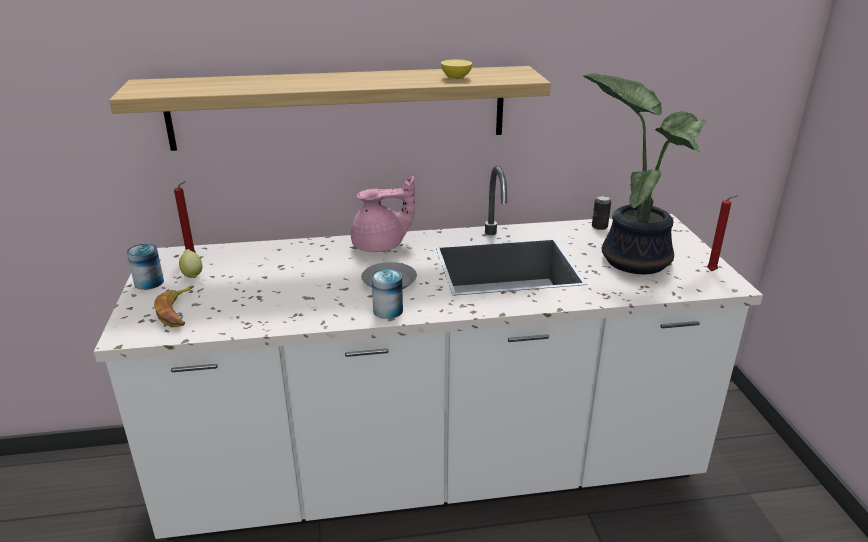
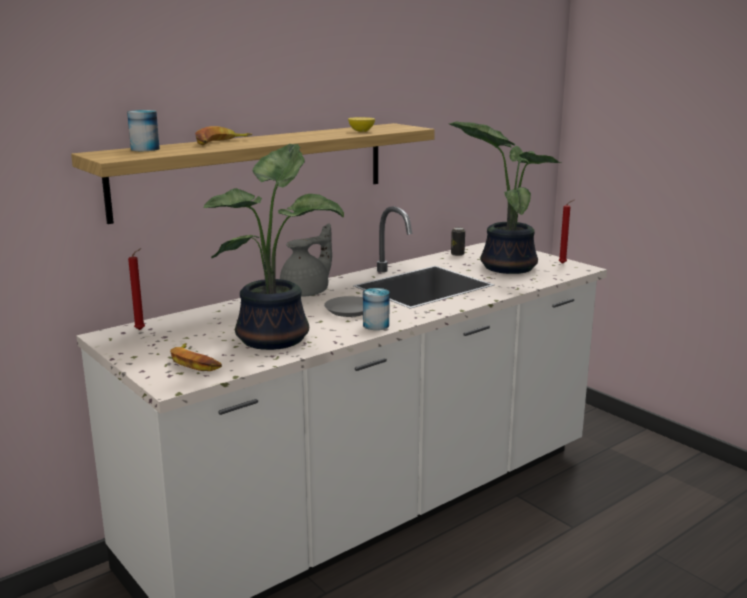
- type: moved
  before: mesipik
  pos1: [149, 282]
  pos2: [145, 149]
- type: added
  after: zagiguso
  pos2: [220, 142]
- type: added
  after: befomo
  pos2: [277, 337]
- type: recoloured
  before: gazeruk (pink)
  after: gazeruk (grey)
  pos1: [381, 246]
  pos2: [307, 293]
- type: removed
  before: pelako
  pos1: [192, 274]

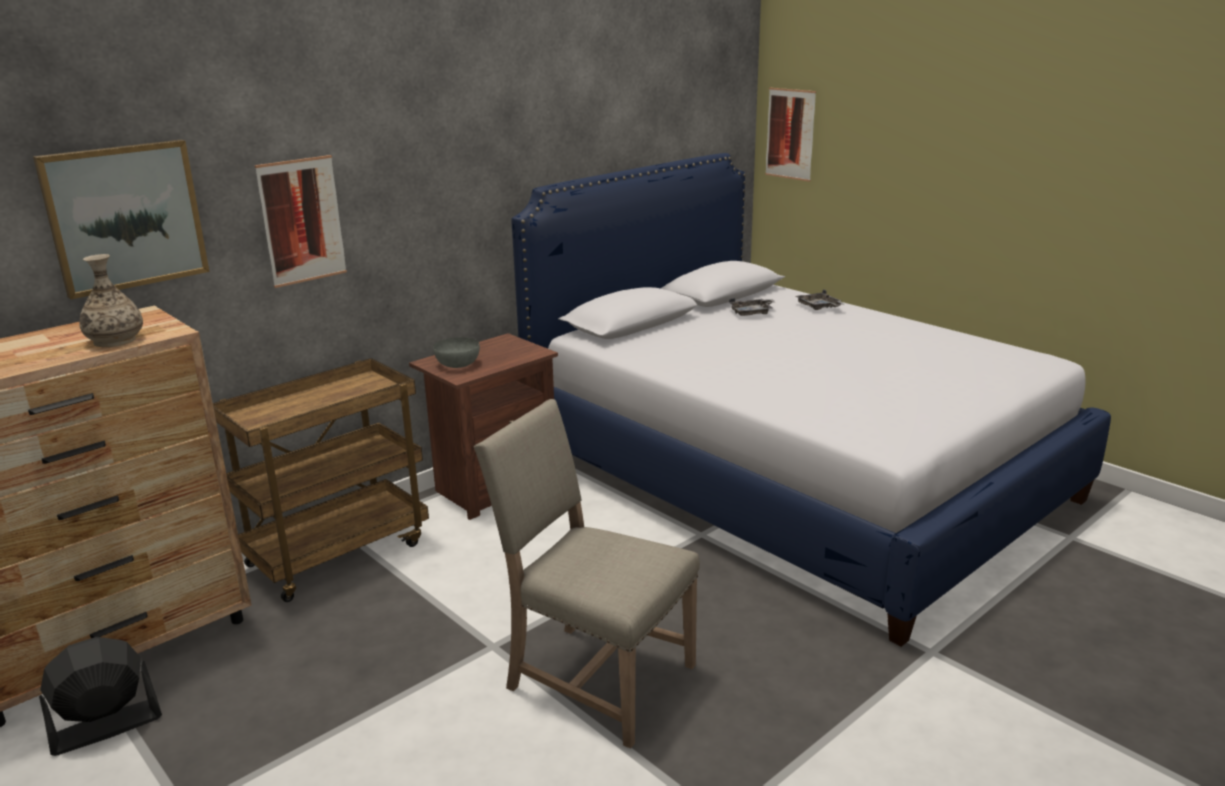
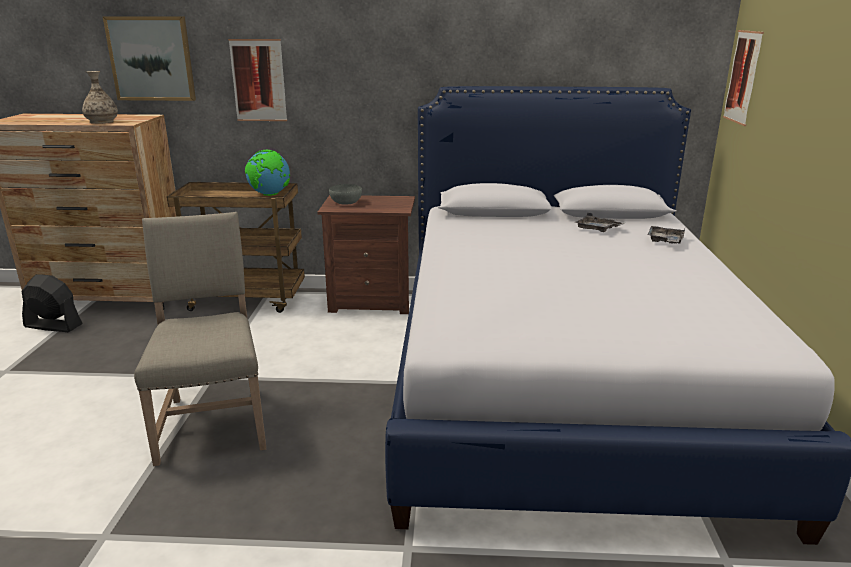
- type: added
  after: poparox
  pos2: [269, 195]

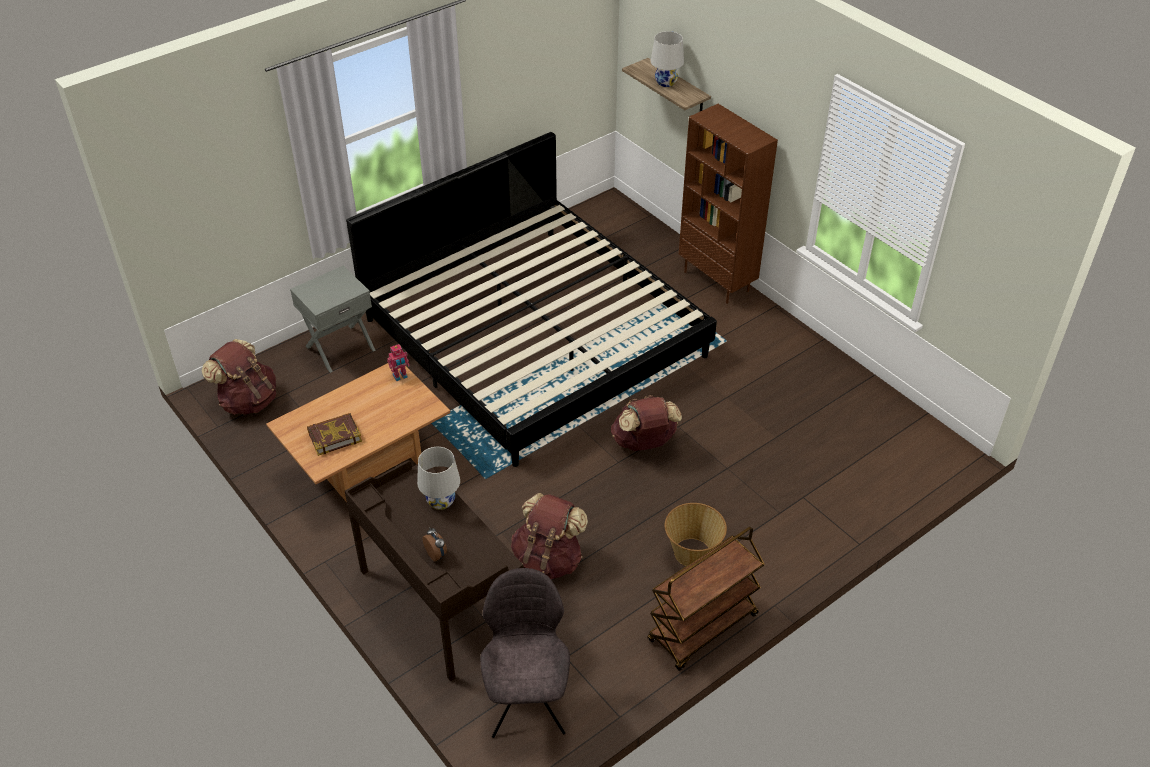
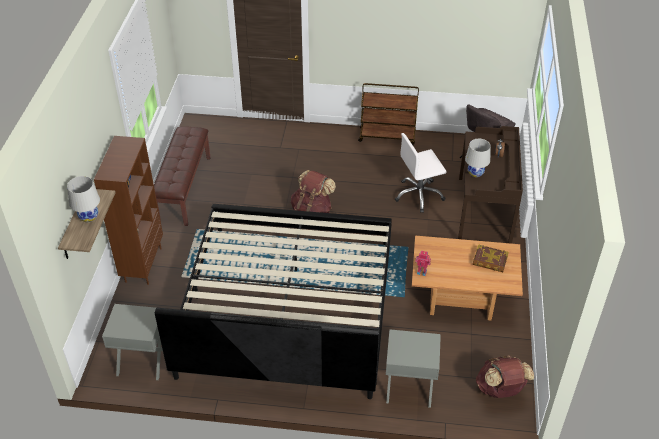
- type: added
  after: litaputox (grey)
  pos2: [142, 362]
- type: added
  after: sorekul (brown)
  pos2: [184, 189]
- type: replaced
  before: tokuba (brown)
  after: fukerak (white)
  pos1: [548, 560]
  pos2: [419, 195]
- type: removed
  before: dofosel
  pos1: [692, 553]

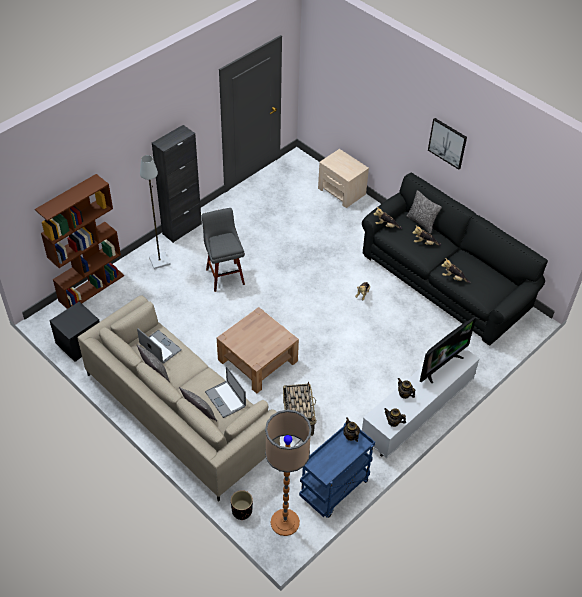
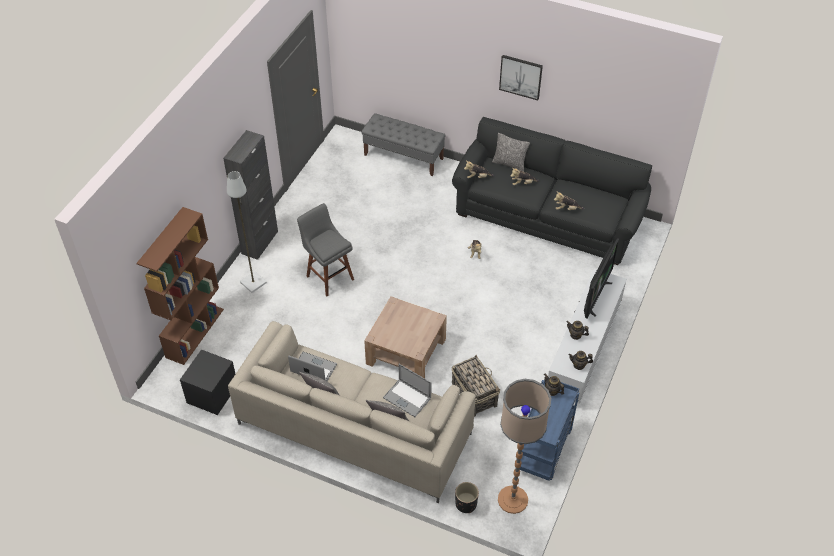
- type: replaced
  before: litaputox (beige)
  after: sorekul (grey)
  pos1: [342, 191]
  pos2: [404, 157]

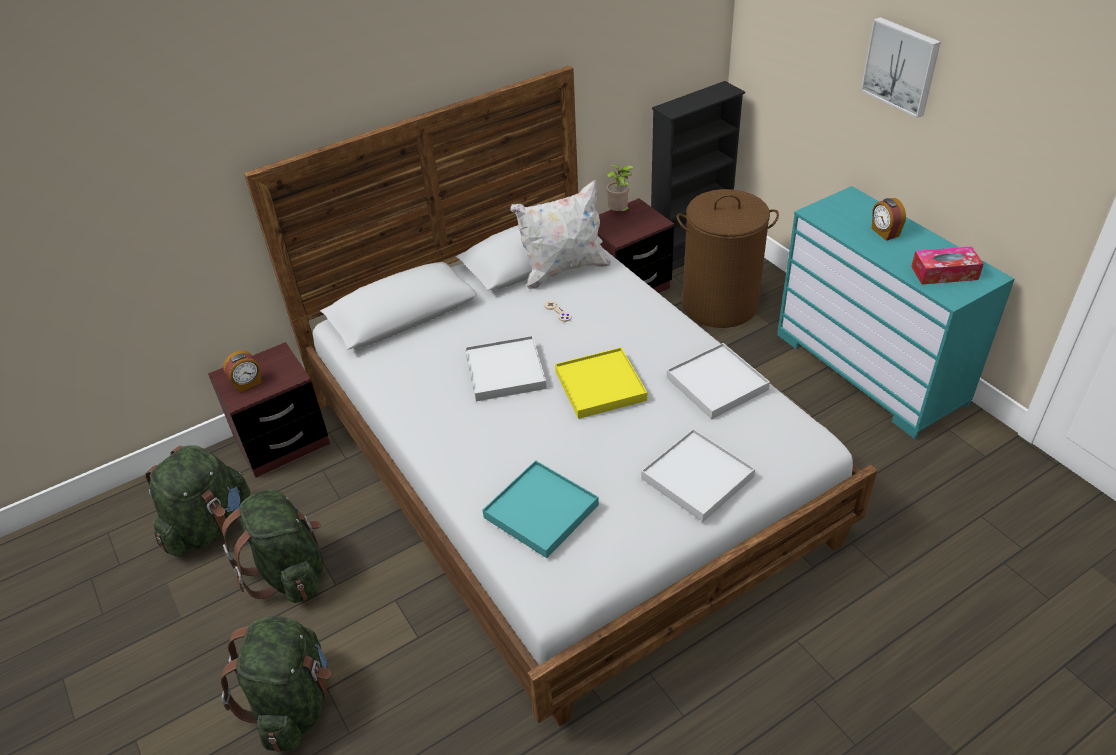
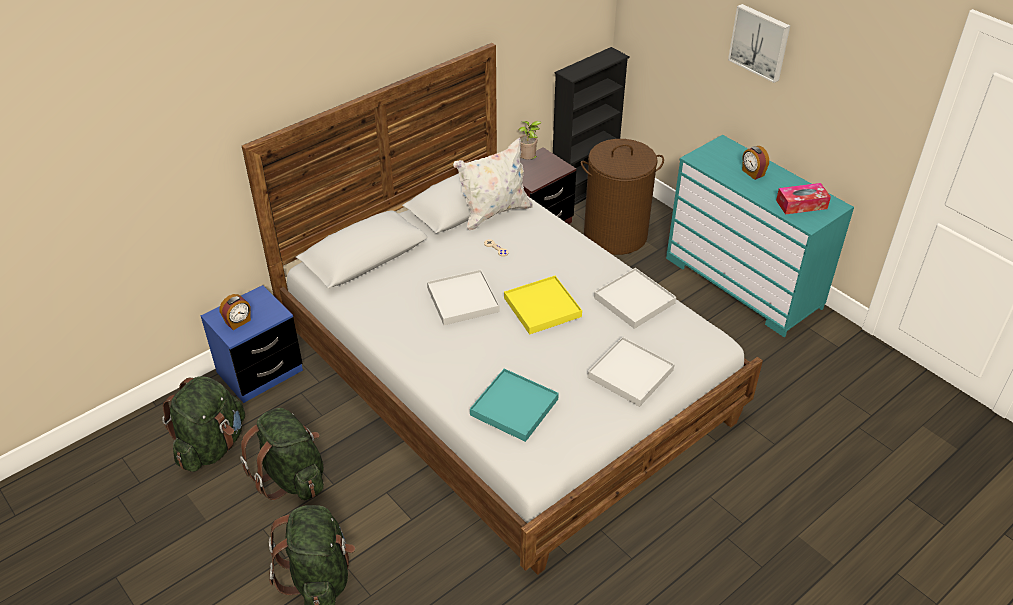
- type: recoloured
  before: litaputox (brown)
  after: litaputox (blue)
  pos1: [282, 442]
  pos2: [260, 372]

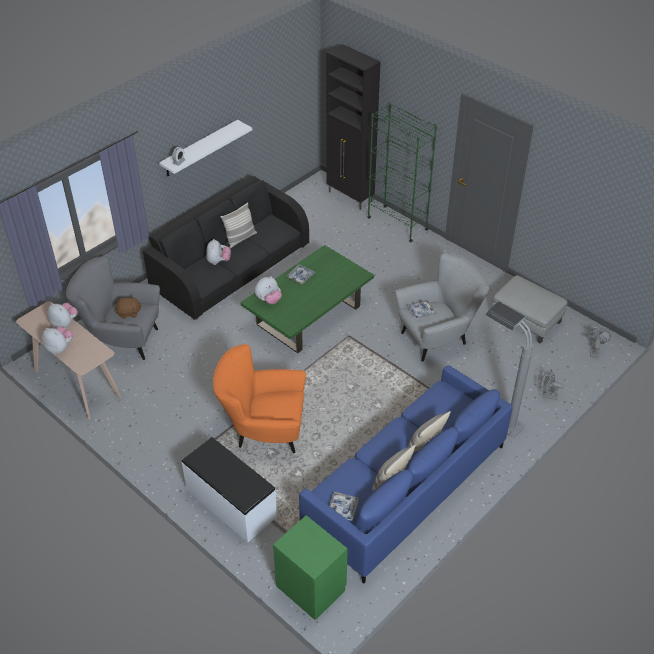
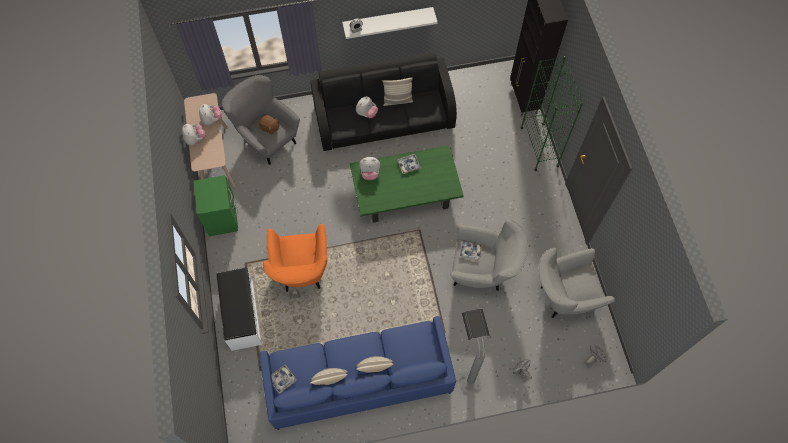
- type: moved
  before: litaputox (green)
  pos1: [311, 587]
  pos2: [222, 217]
- type: turned
  before: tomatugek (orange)
  pos1: [263, 432]
  pos2: [302, 273]
  turn: -135
- type: replaced
  before: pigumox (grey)
  after: tomatugek (grey)
  pos1: [525, 320]
  pos2: [563, 298]

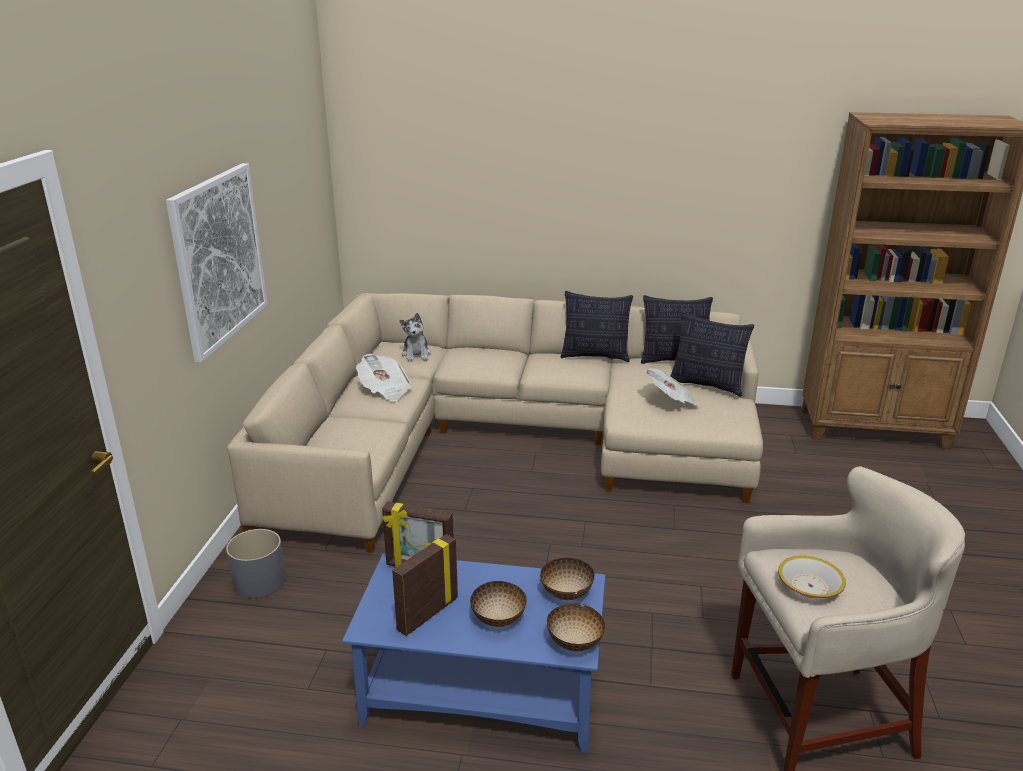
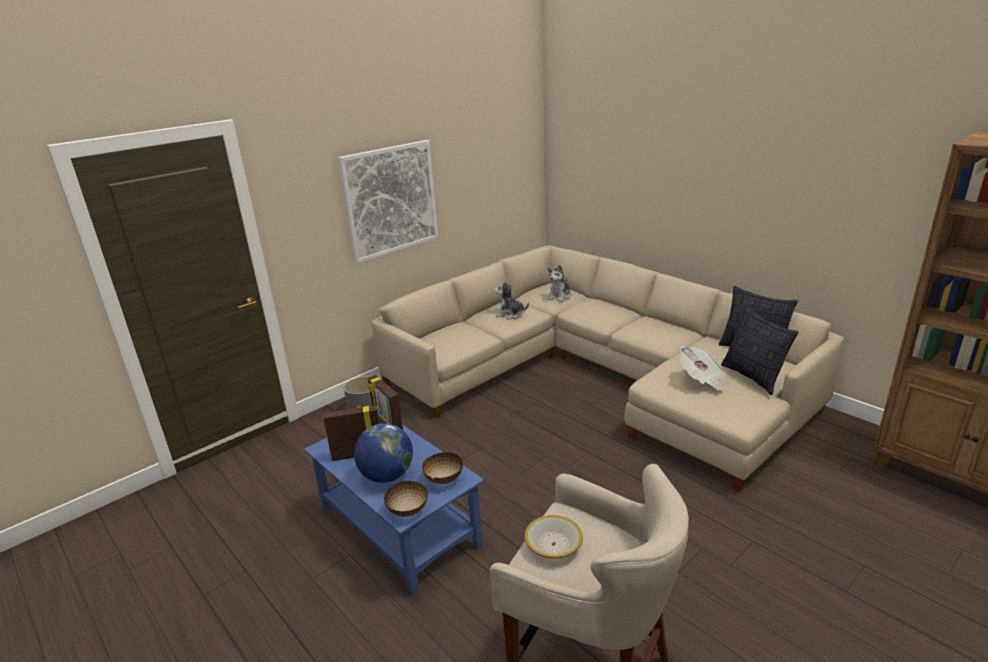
- type: replaced
  before: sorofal
  after: poparox
  pos1: [498, 620]
  pos2: [387, 475]
- type: replaced
  before: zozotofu
  after: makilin
  pos1: [385, 390]
  pos2: [510, 314]
- type: removed
  before: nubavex
  pos1: [595, 356]

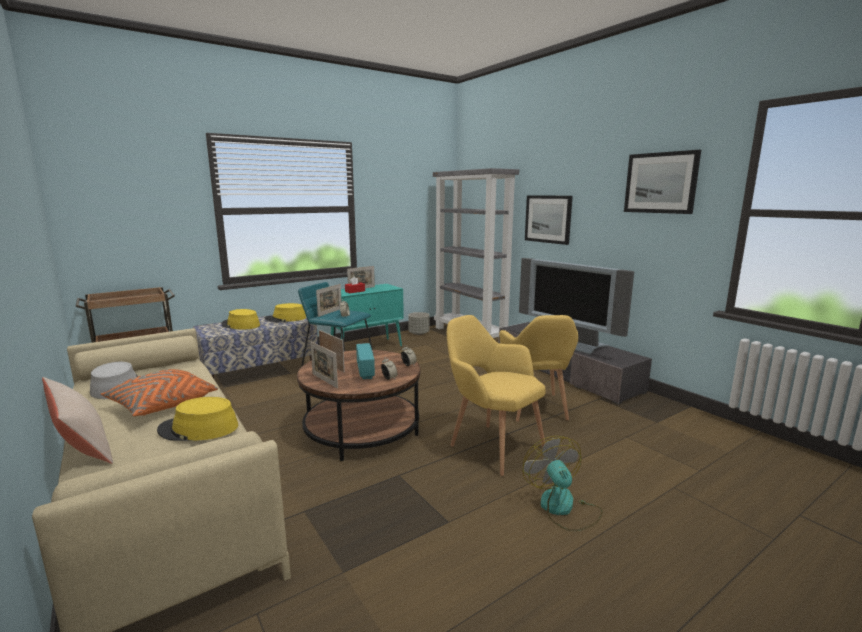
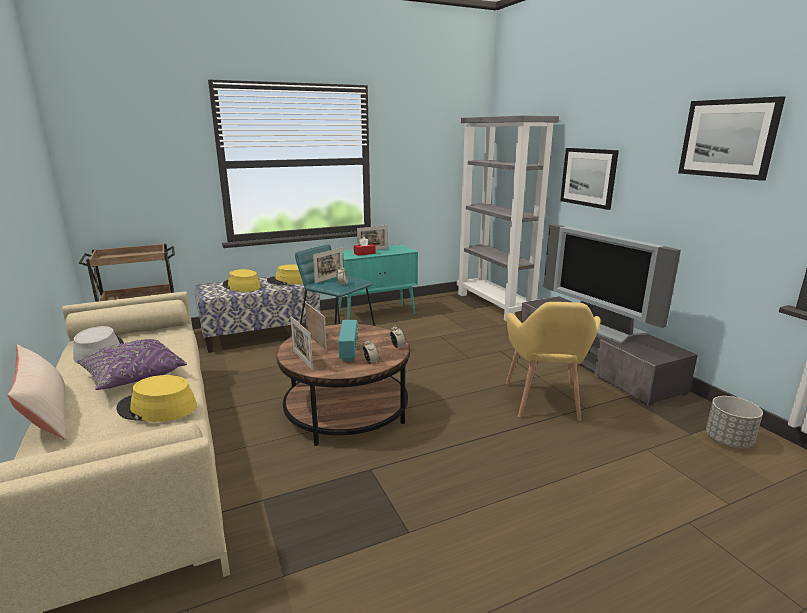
- type: recoloured
  before: nubavex (orange)
  after: nubavex (purple)
  pos1: [162, 405]
  pos2: [133, 377]
- type: moved
  before: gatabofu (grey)
  pos1: [419, 333]
  pos2: [728, 441]
- type: removed
  before: tomatugek (yellow)
  pos1: [491, 445]
- type: removed
  before: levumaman
  pos1: [563, 508]

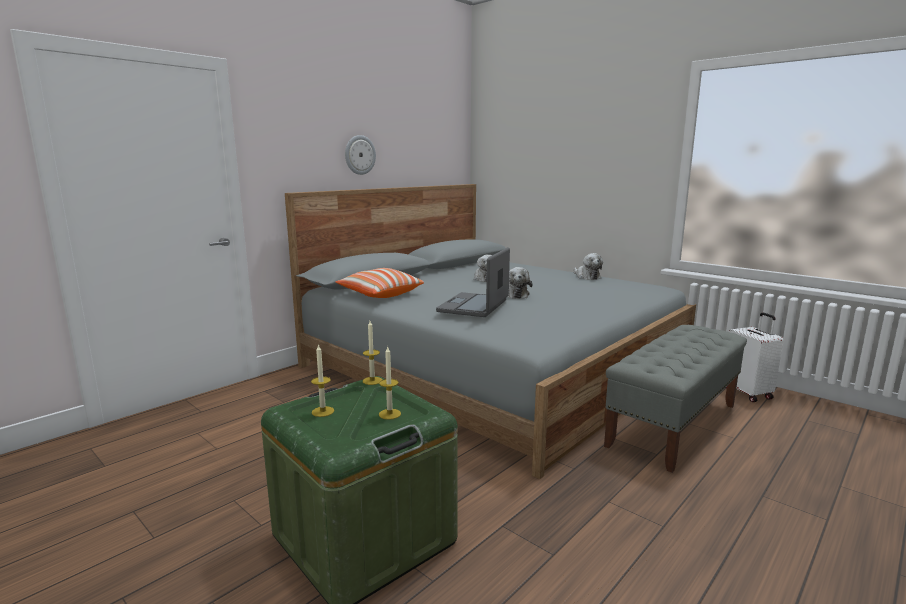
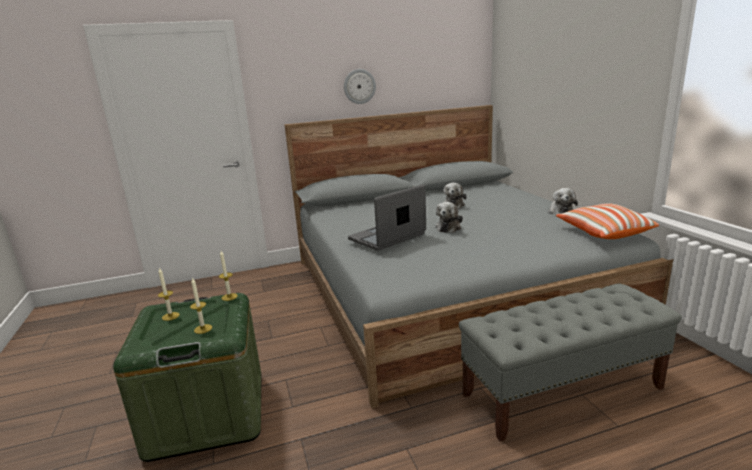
- type: moved
  before: nubavex
  pos1: [380, 294]
  pos2: [603, 232]
- type: removed
  before: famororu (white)
  pos1: [748, 393]

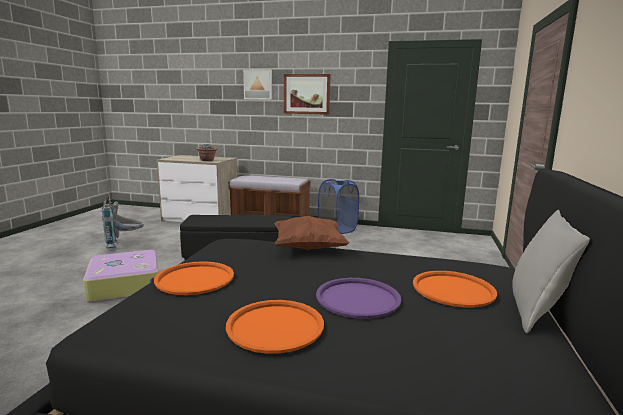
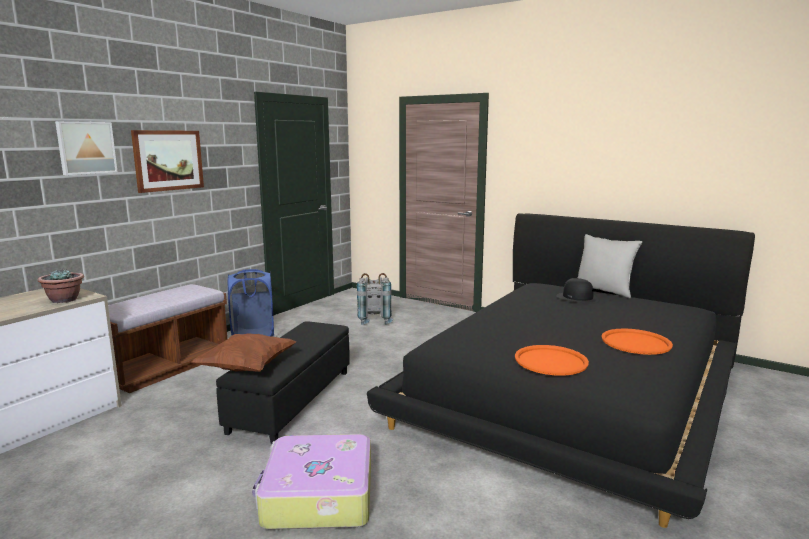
- type: moved
  before: nubavex (brown)
  pos1: [308, 248]
  pos2: [247, 368]
- type: moved
  before: tokuba (grey)
  pos1: [124, 243]
  pos2: [374, 320]
- type: replaced
  before: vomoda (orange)
  after: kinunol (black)
  pos1: [453, 289]
  pos2: [577, 298]
- type: removed
  before: vomoda (purple)
  pos1: [358, 298]

